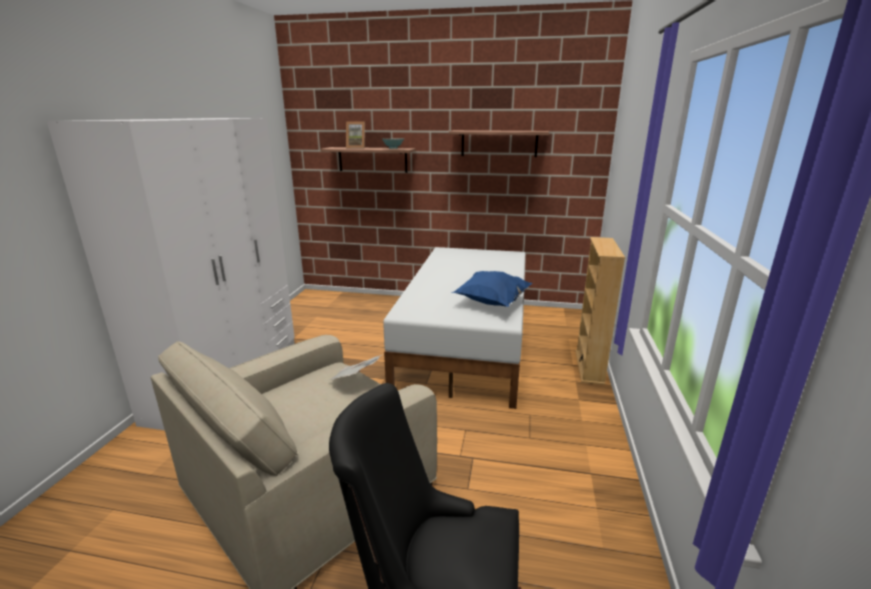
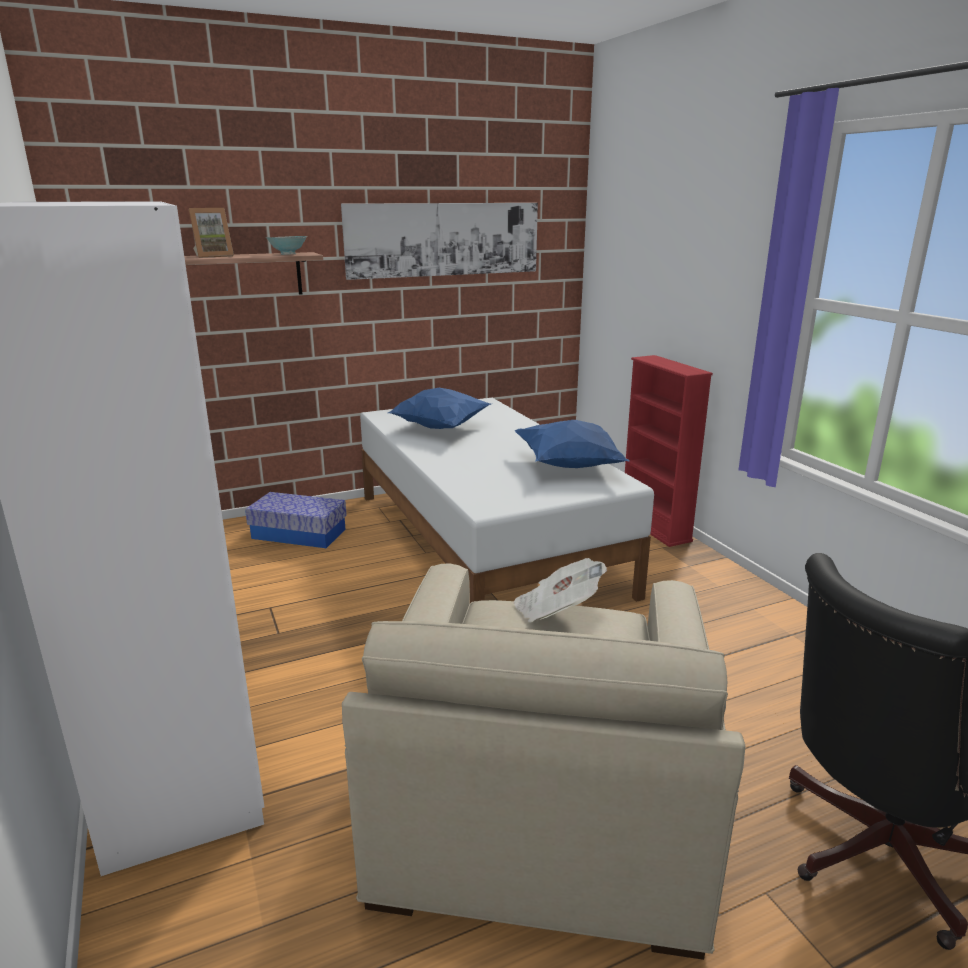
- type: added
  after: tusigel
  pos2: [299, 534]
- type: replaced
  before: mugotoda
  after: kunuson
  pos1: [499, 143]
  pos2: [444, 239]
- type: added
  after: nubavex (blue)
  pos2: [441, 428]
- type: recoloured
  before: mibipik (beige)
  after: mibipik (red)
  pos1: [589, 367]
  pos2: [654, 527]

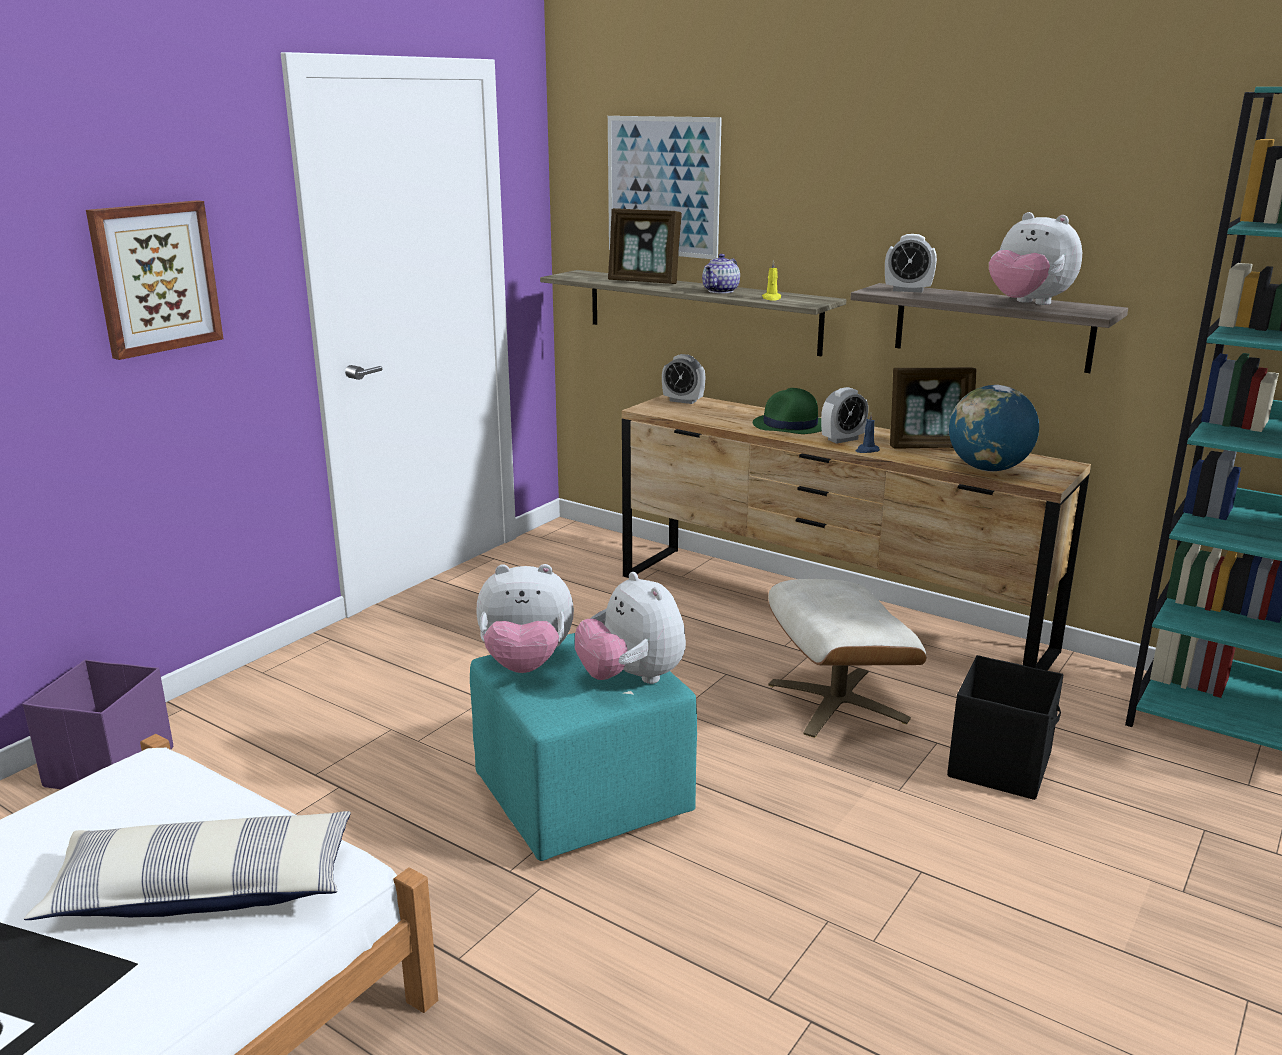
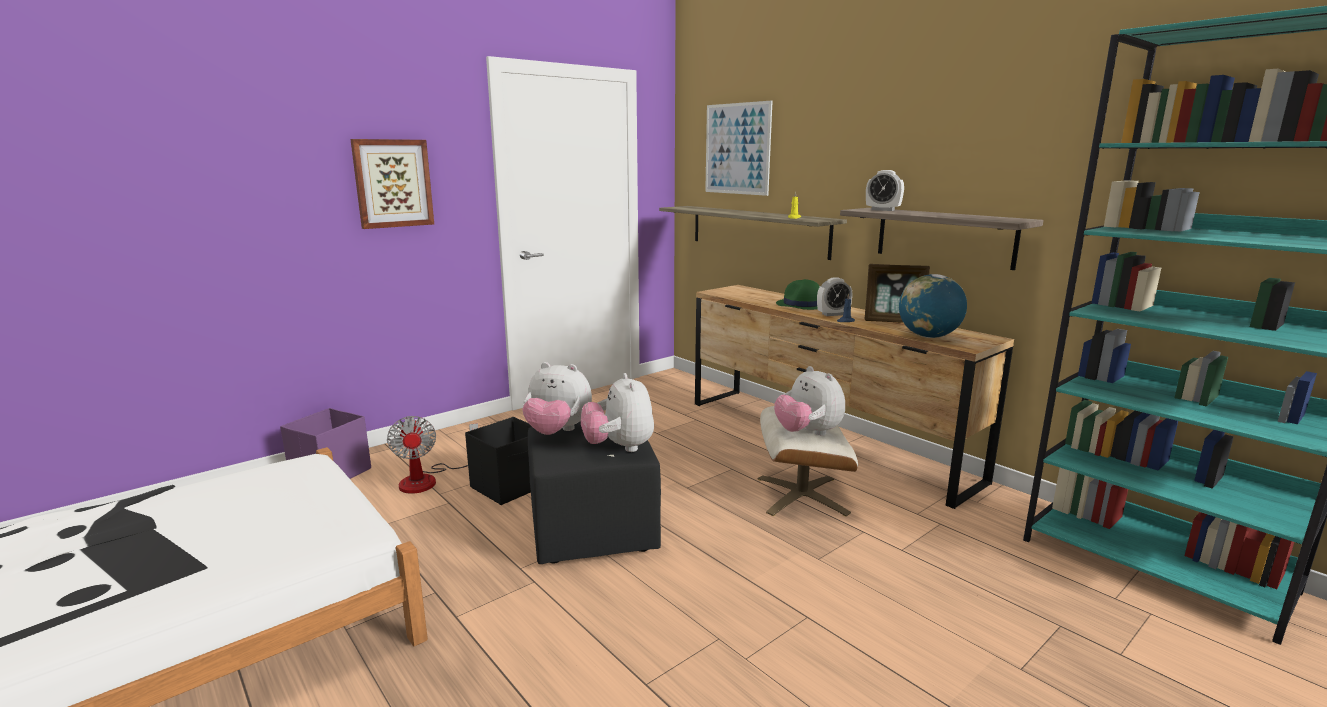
- type: added
  after: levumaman
  pos2: [428, 479]
- type: moved
  before: tusigel (black)
  pos1: [1000, 765]
  pos2: [510, 486]
- type: recoloured
  before: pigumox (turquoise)
  after: pigumox (black)
  pos1: [585, 800]
  pos2: [594, 532]
- type: moved
  before: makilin
  pos1: [1027, 304]
  pos2: [808, 433]
- type: removed
  before: nubavex
  pos1: [204, 888]
- type: removed
  before: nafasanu
  pos1: [644, 282]
- type: removed
  before: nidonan
  pos1: [683, 401]
- type: removed
  before: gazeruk
  pos1: [721, 291]

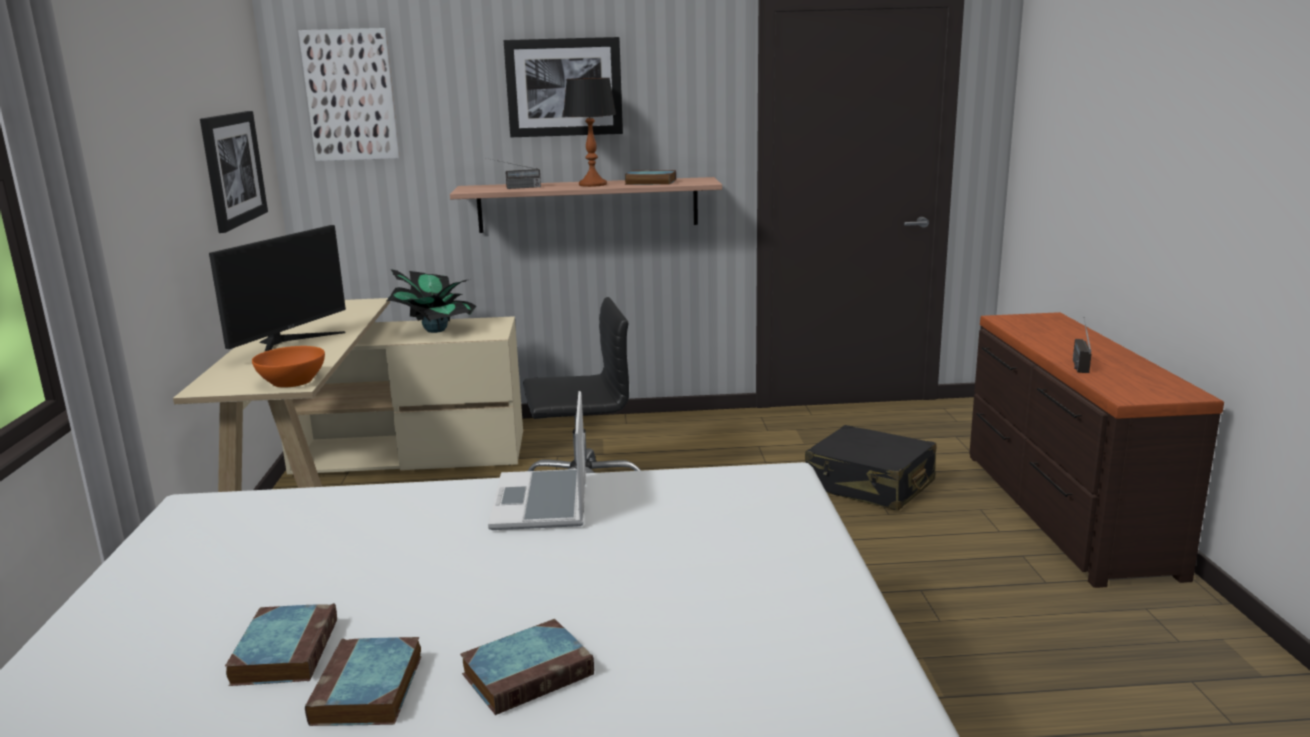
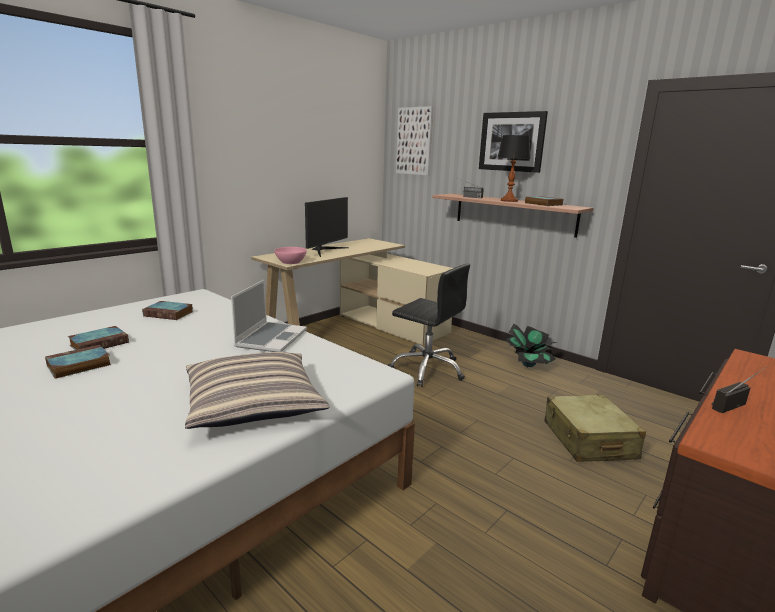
- type: moved
  before: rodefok
  pos1: [529, 673]
  pos2: [169, 314]
- type: added
  after: nubavex
  pos2: [253, 403]
- type: turned
  before: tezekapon
  pos1: [543, 503]
  pos2: [271, 338]
  turn: 150
- type: recoloured
  before: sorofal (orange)
  after: sorofal (pink)
  pos1: [292, 381]
  pos2: [290, 262]
- type: turned
  before: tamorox
  pos1: [287, 344]
  pos2: [325, 250]
  turn: -45
- type: moved
  before: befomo
  pos1: [435, 330]
  pos2: [528, 364]
- type: recoloured
  before: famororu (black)
  after: famororu (beige)
  pos1: [870, 485]
  pos2: [588, 440]
- type: removed
  before: kunuson
  pos1: [232, 169]

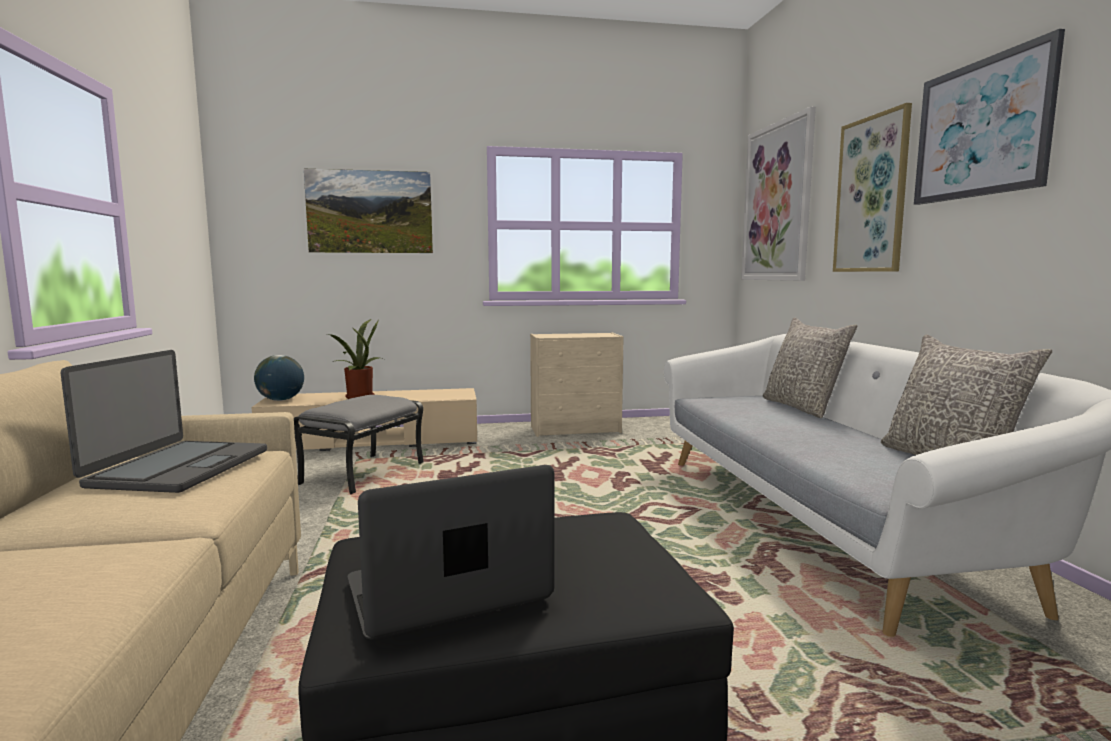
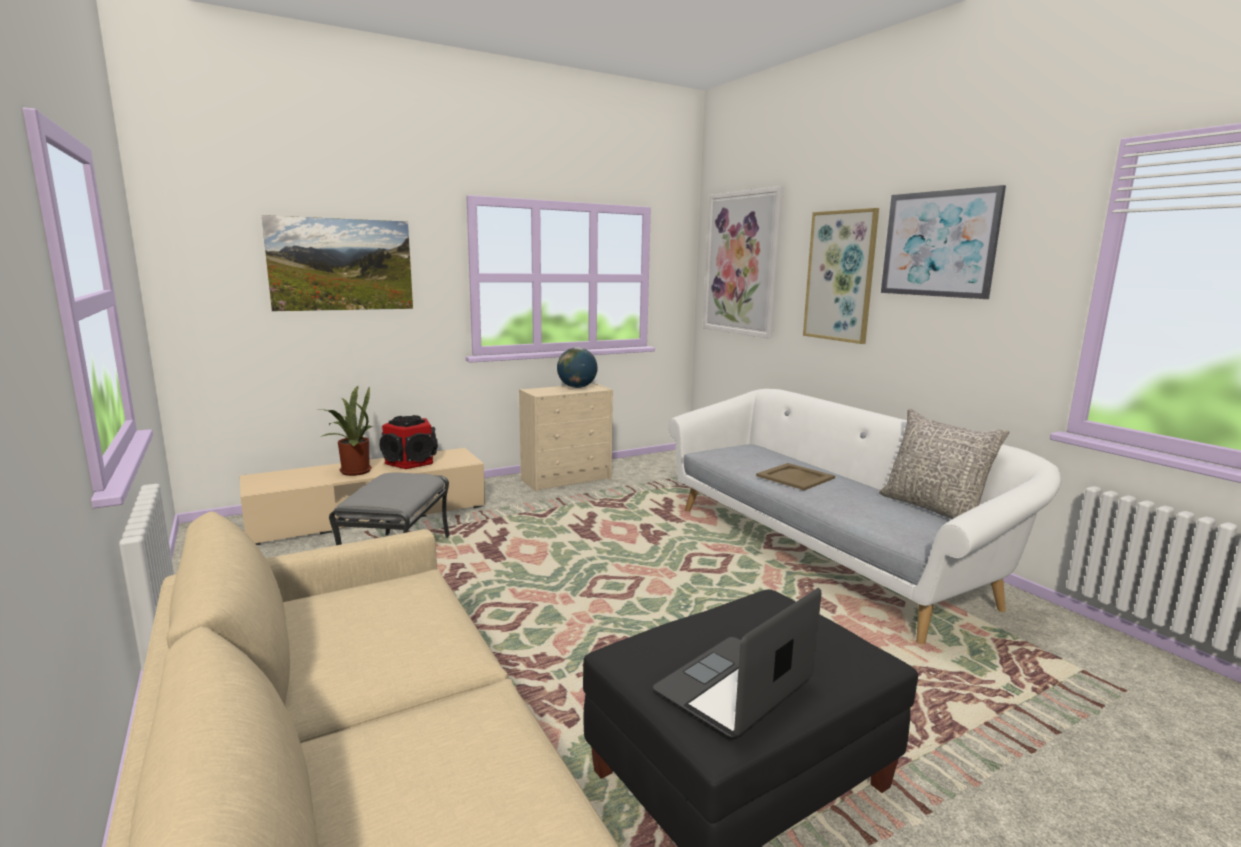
- type: added
  after: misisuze
  pos2: [411, 462]
- type: moved
  before: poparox
  pos1: [281, 400]
  pos2: [577, 387]
- type: added
  after: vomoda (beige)
  pos2: [795, 477]
- type: removed
  before: tezekapon
  pos1: [178, 468]
- type: removed
  before: nubavex (grey)
  pos1: [803, 408]

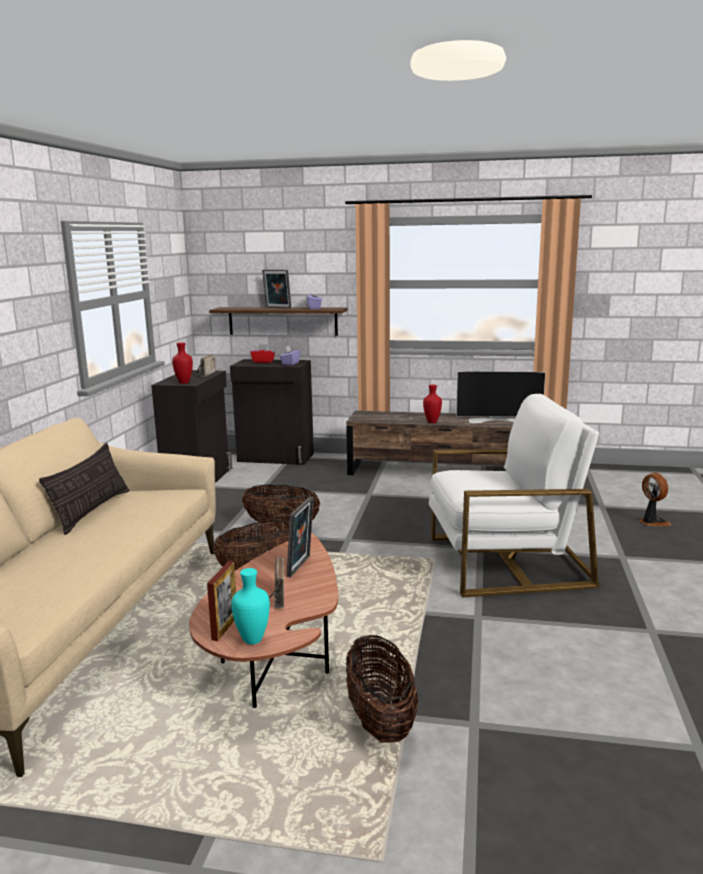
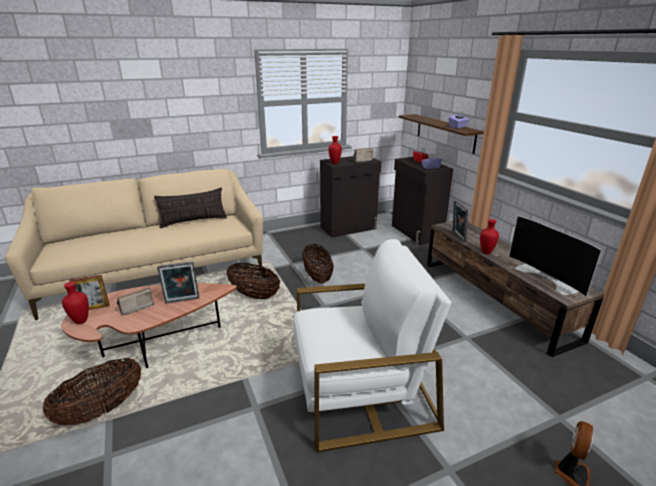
- type: recoloured
  before: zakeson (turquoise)
  after: zakeson (red)
  pos1: [253, 640]
  pos2: [80, 322]
- type: turned
  before: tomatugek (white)
  pos1: [506, 561]
  pos2: [361, 391]
  turn: -60
- type: moved
  before: nafasanu
  pos1: [277, 308]
  pos2: [457, 237]

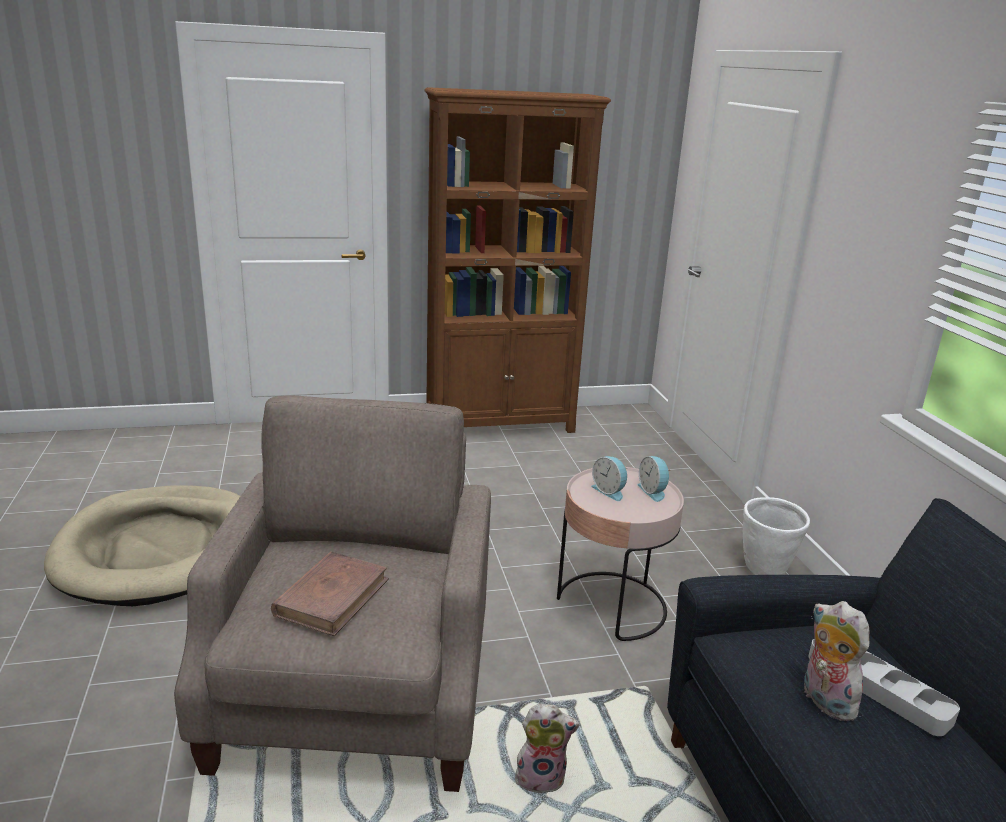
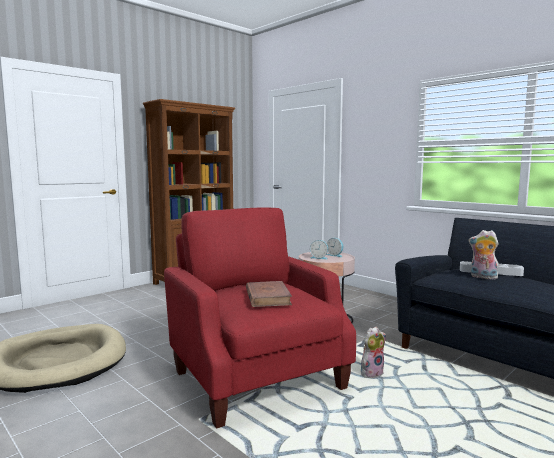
- type: recoloured
  before: tomatugek (beige)
  after: tomatugek (red)
  pos1: [355, 697]
  pos2: [256, 377]
- type: removed
  before: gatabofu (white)
  pos1: [765, 570]

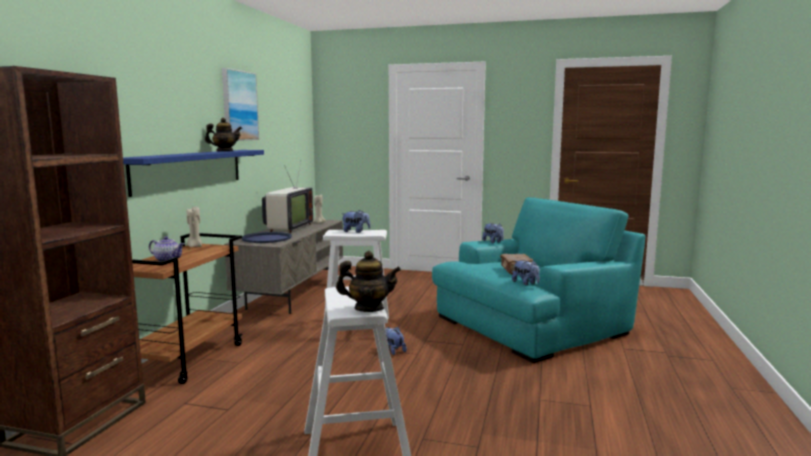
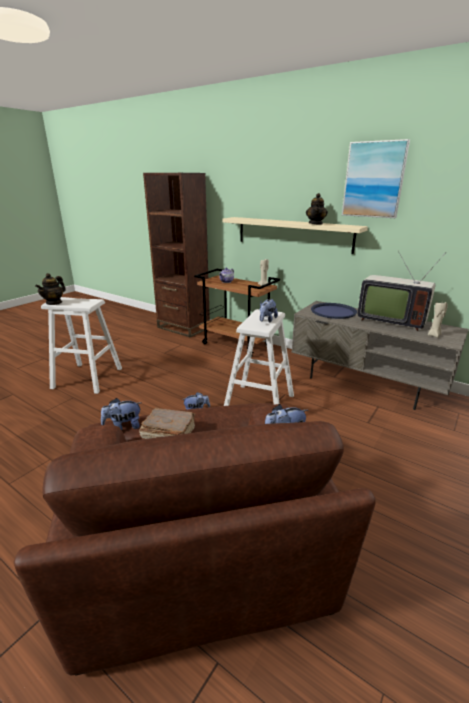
- type: recoloured
  before: tomatugek (turquoise)
  after: tomatugek (brown)
  pos1: [531, 324]
  pos2: [199, 542]
- type: recoloured
  before: mugotoda (blue)
  after: mugotoda (beige)
  pos1: [190, 170]
  pos2: [293, 234]

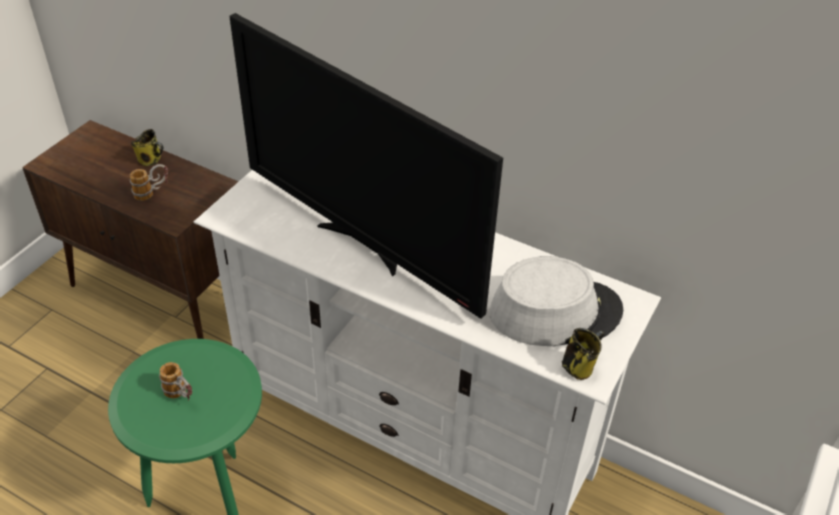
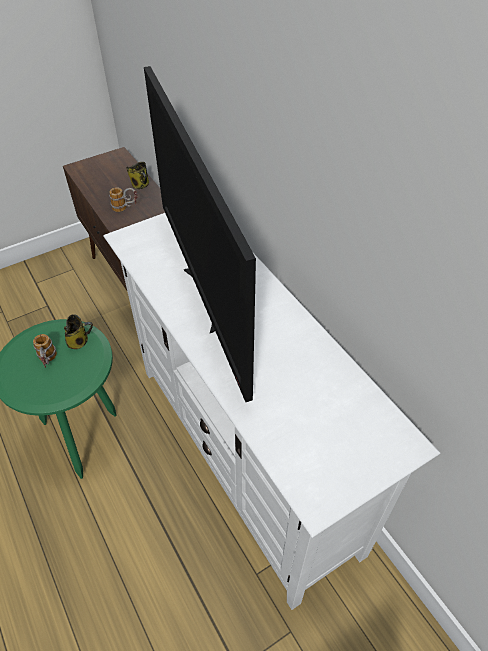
- type: moved
  before: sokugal
  pos1: [579, 366]
  pos2: [79, 341]
- type: removed
  before: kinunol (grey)
  pos1: [555, 312]

